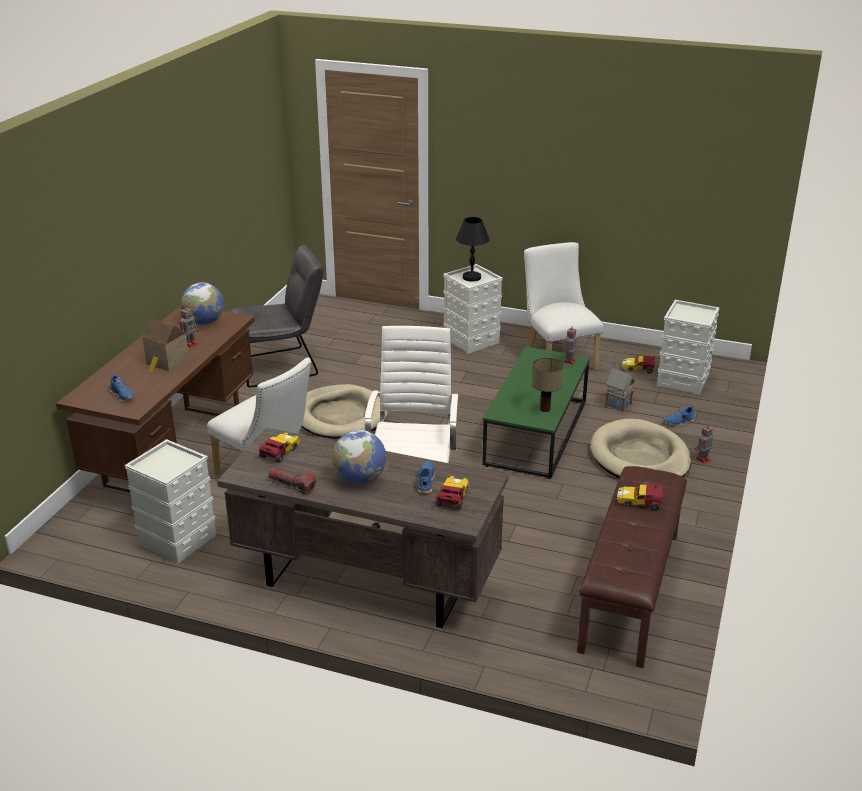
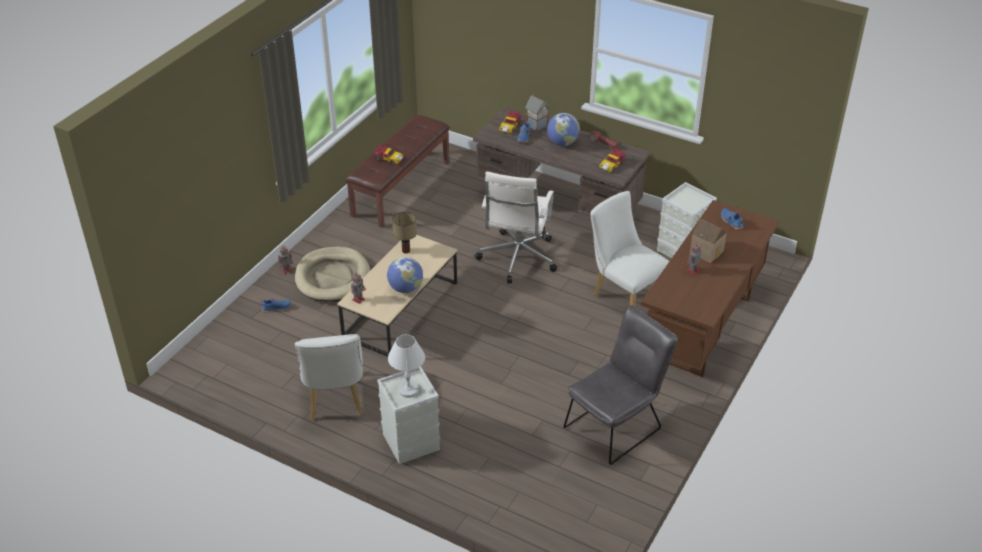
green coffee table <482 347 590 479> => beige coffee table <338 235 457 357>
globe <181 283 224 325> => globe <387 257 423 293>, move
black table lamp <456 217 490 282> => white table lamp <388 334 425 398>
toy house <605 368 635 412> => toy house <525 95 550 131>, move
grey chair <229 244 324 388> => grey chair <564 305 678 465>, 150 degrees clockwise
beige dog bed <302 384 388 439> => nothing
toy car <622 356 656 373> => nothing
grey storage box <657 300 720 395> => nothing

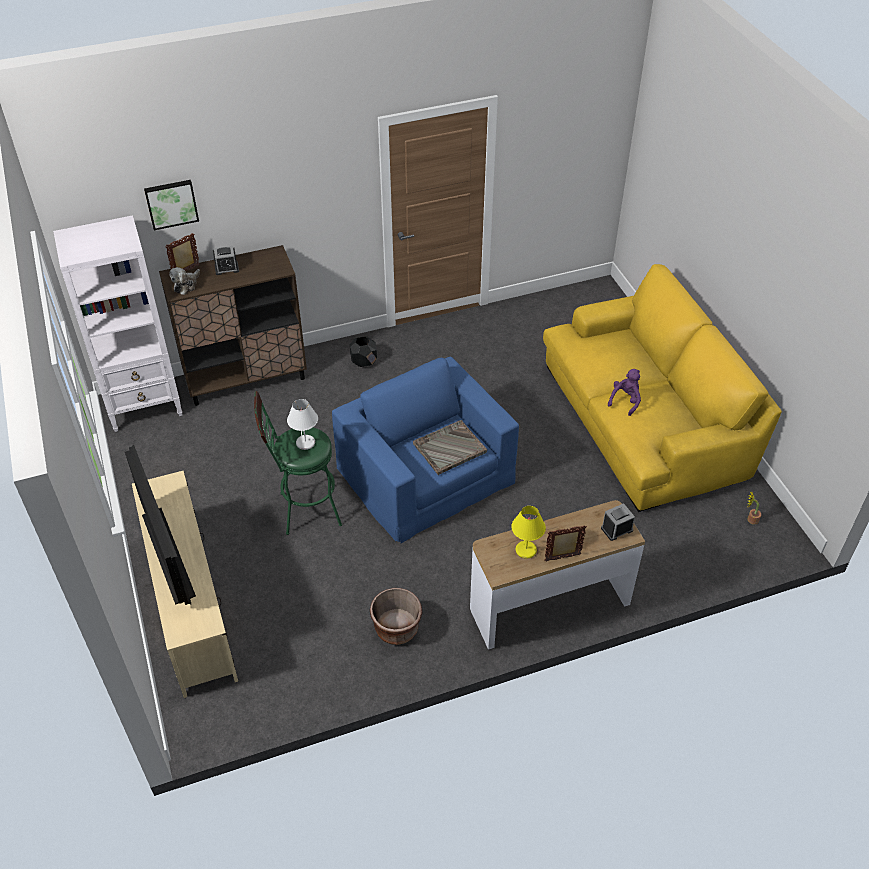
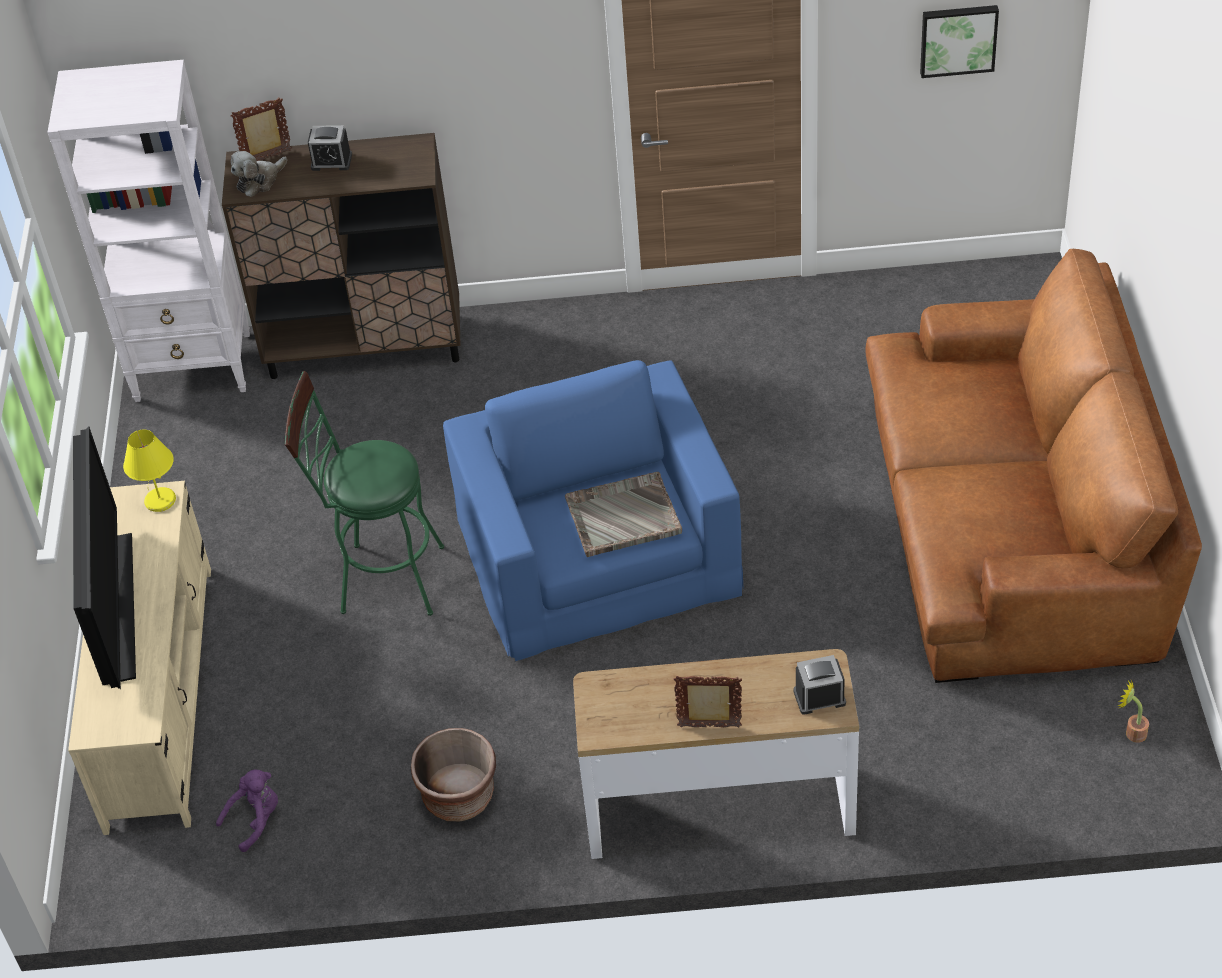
yellow table lamp <511 506 546 559> => yellow table lamp <123 429 176 512>, move
purple plush toy <608 369 641 416> => purple plush toy <216 770 278 852>, move
yellow sofa <543 264 782 512> => brown sofa <865 249 1202 683>
picture <144 180 199 230> => picture <920 5 999 78>, move
white table lamp <287 399 318 450> => nothing
black planter <350 336 377 367> => nothing

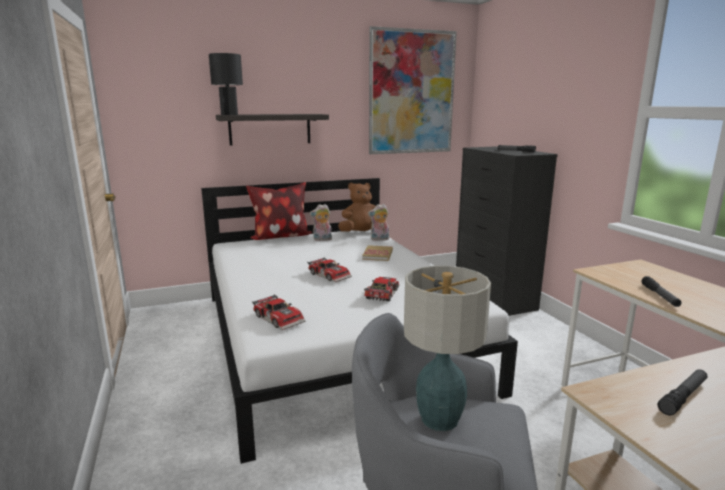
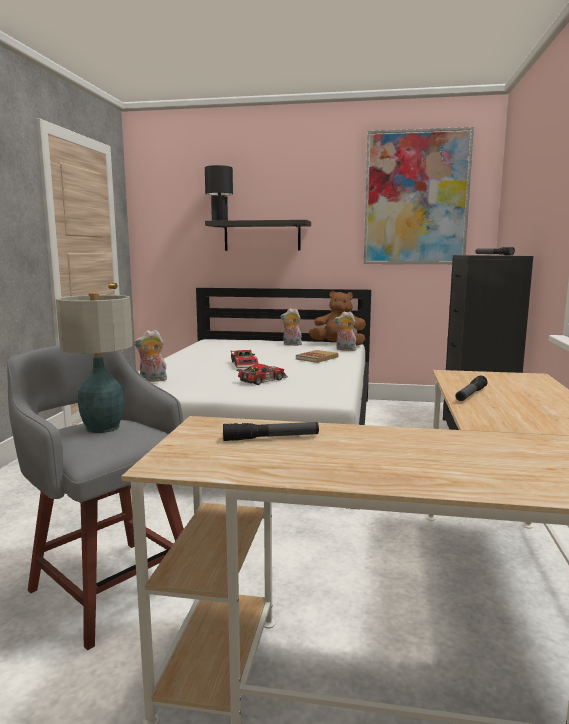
toy car <252 294 305 330> => plush toy <134 330 169 382>
pillow <246 182 312 240> => nothing

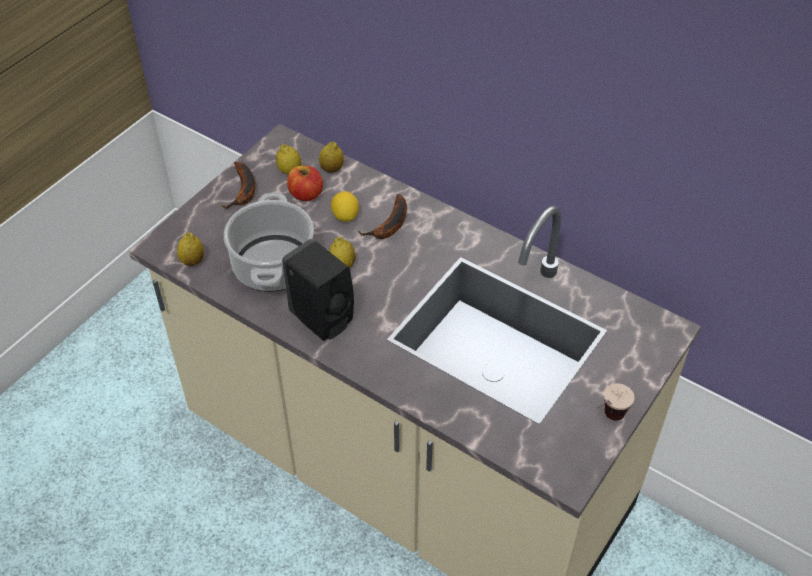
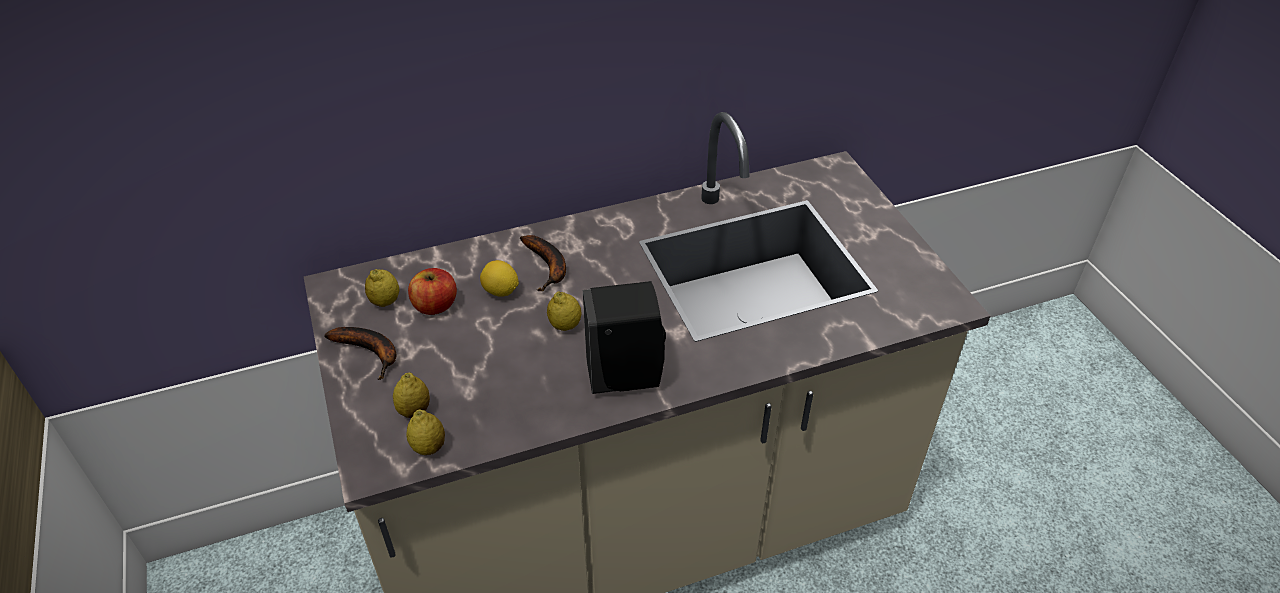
lemon <319 142 344 173> => lemon <393 373 430 418>, move
cooking pot <224 192 314 292> => nothing
cup <597 383 635 421> => nothing

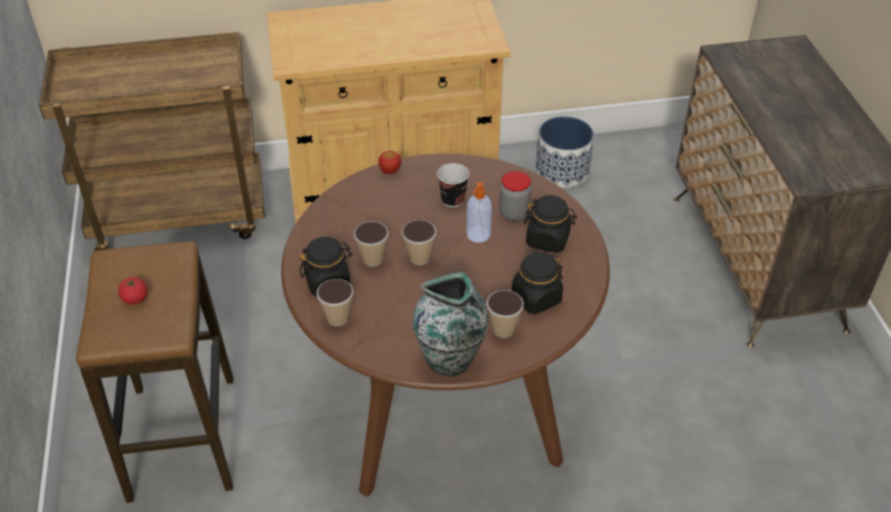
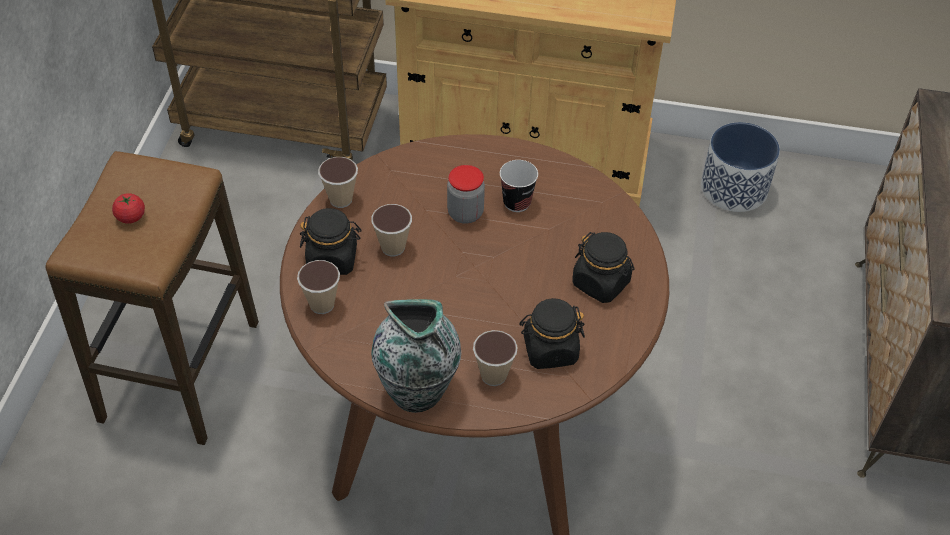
cup <402 220 436 265> => cup <318 157 358 208>, move
jar <499 171 531 221> => jar <447 165 485 224>, move
apple <378 151 401 174> => nothing
soap dispenser <466 182 492 243> => nothing

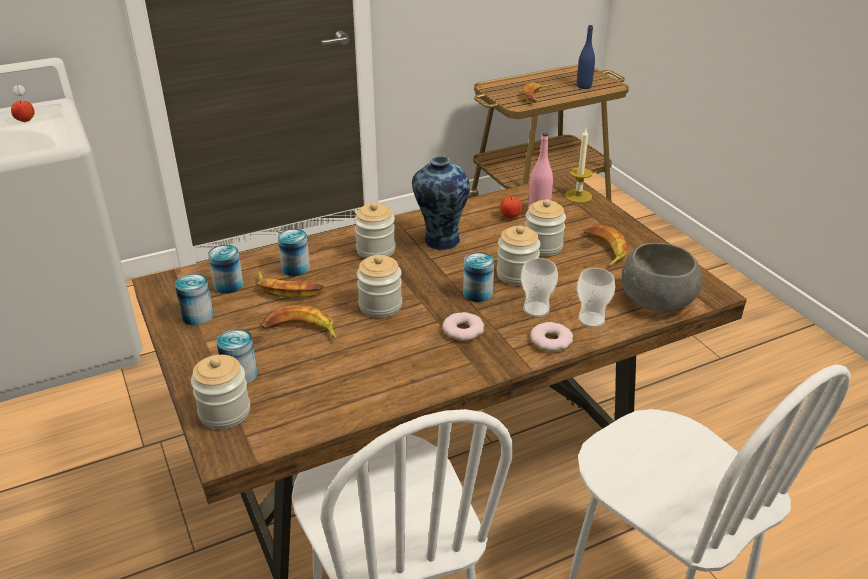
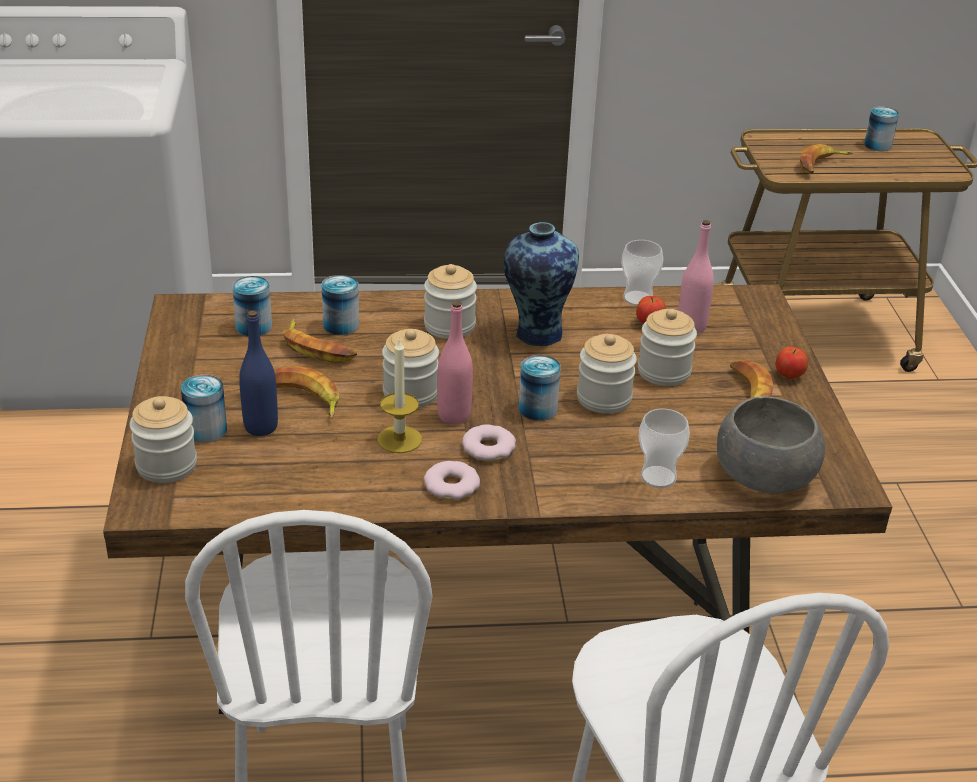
blue bottle <577 25 595 89> => blue bottle <239 310 278 436>, move
candle <565 129 593 203> => candle <377 338 422 453>, move
donut <530 322 573 352> => donut <424 461 480 500>, move
nothing => pink bottle <437 301 473 424>
cup <521 258 558 317> => cup <621 240 663 306>, move
apple <11 101 35 122> => apple <776 346 808 379>, move
can <175 274 214 325> => can <864 107 899 151>, move

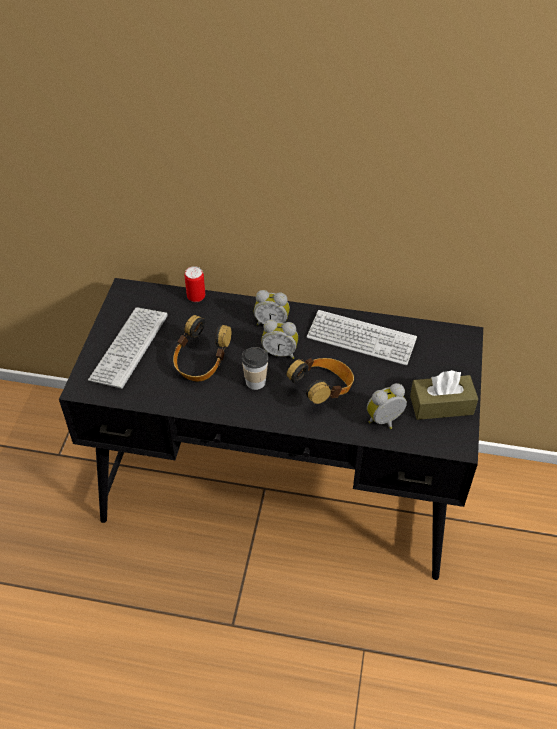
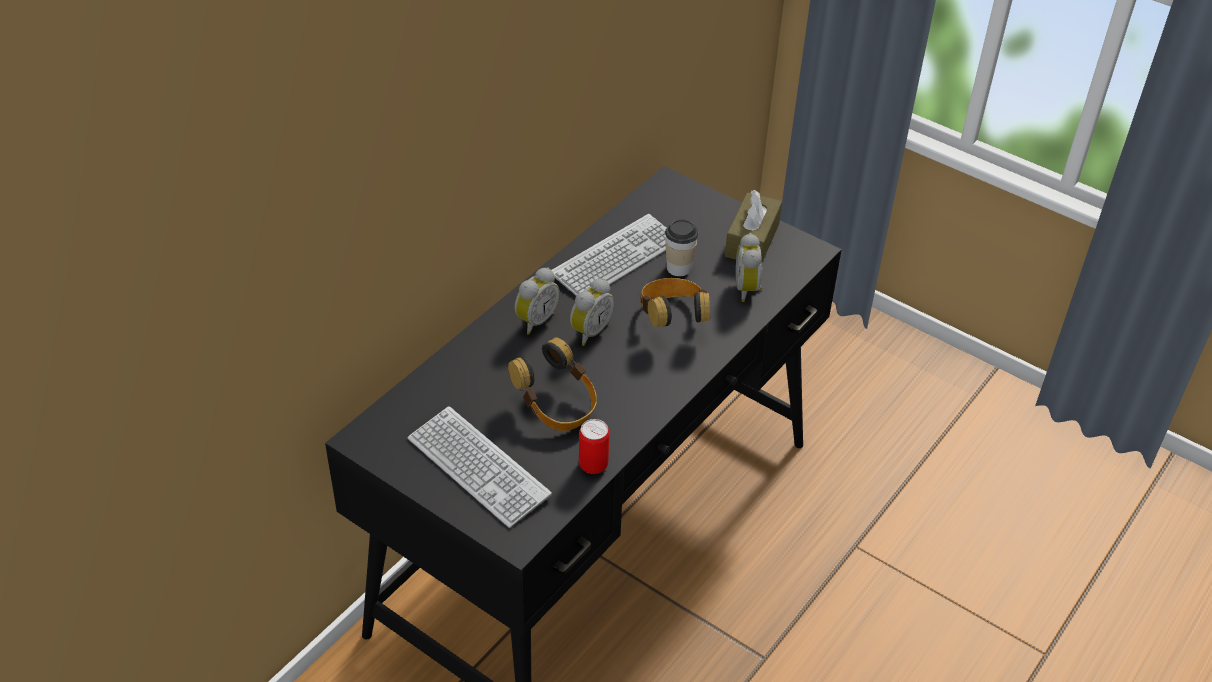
can <184 266 205 302> => can <579 419 609 474>, move
cup <242 347 269 390> => cup <665 219 699 276>, move

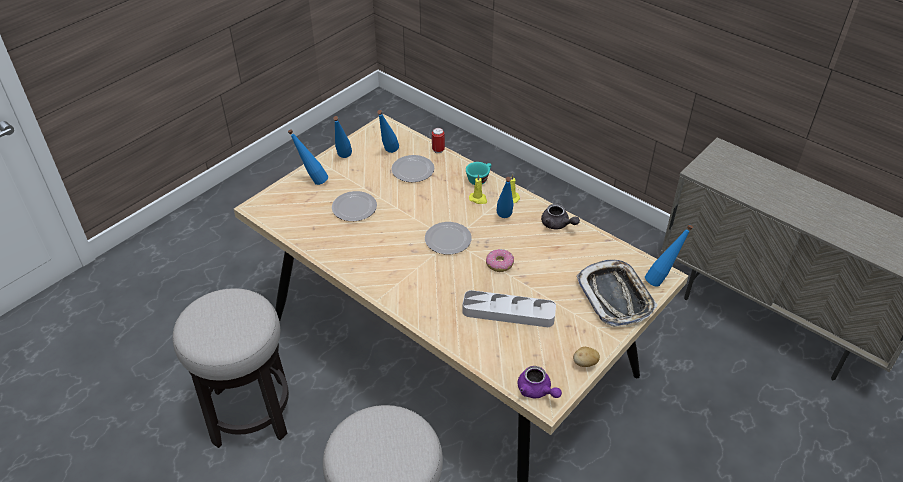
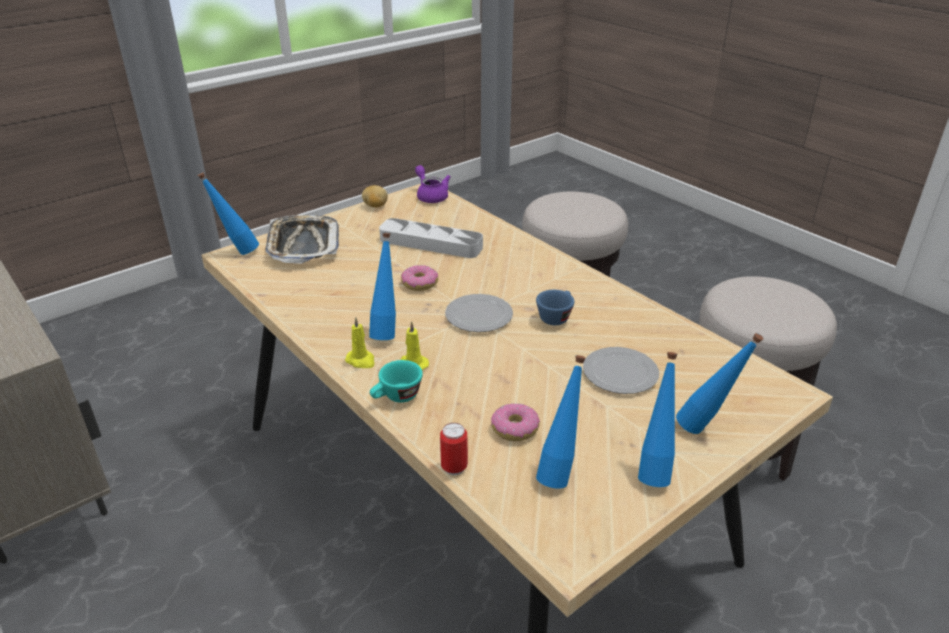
plate <391 155 434 182> => donut <491 404 540 441>
nothing => blue cup <536 290 574 325>
grey teapot <541 204 580 230> => nothing

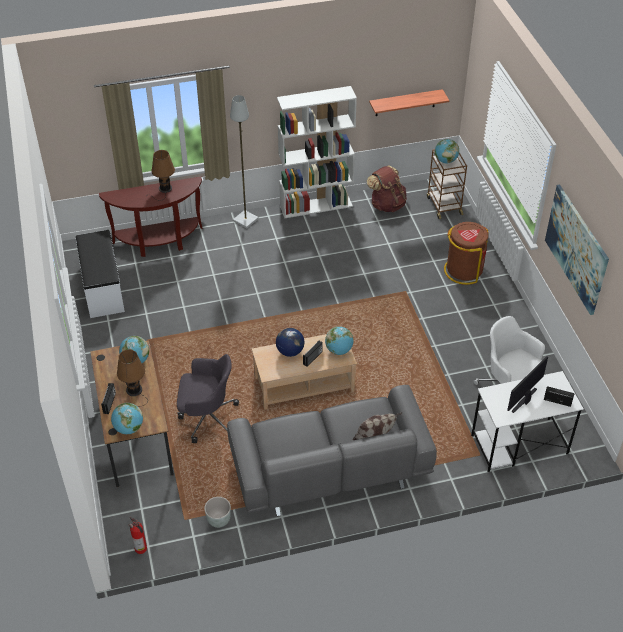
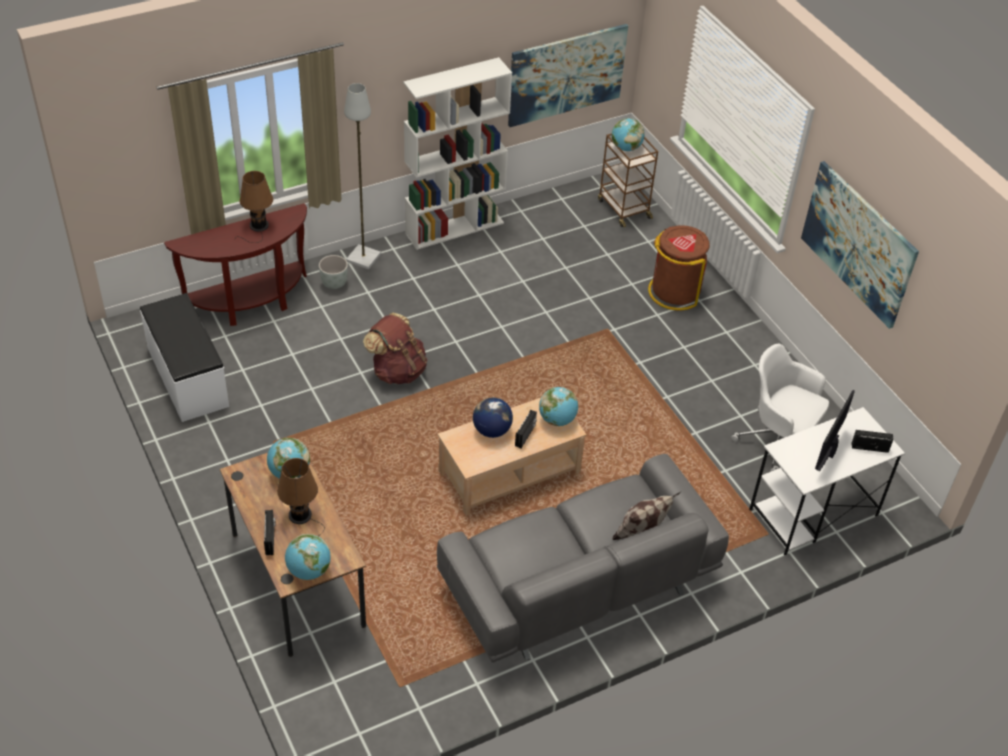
grey planter <204 497 231 528> => grey planter <319 255 348 289>, move
brown backpack <367 165 407 212> => brown backpack <363 312 428 384>, move
shelf <369 89 449 116> => picture <508 24 628 127>
fire extinguisher <129 517 147 554> => nothing
grey office chair <177 354 239 443> => nothing

